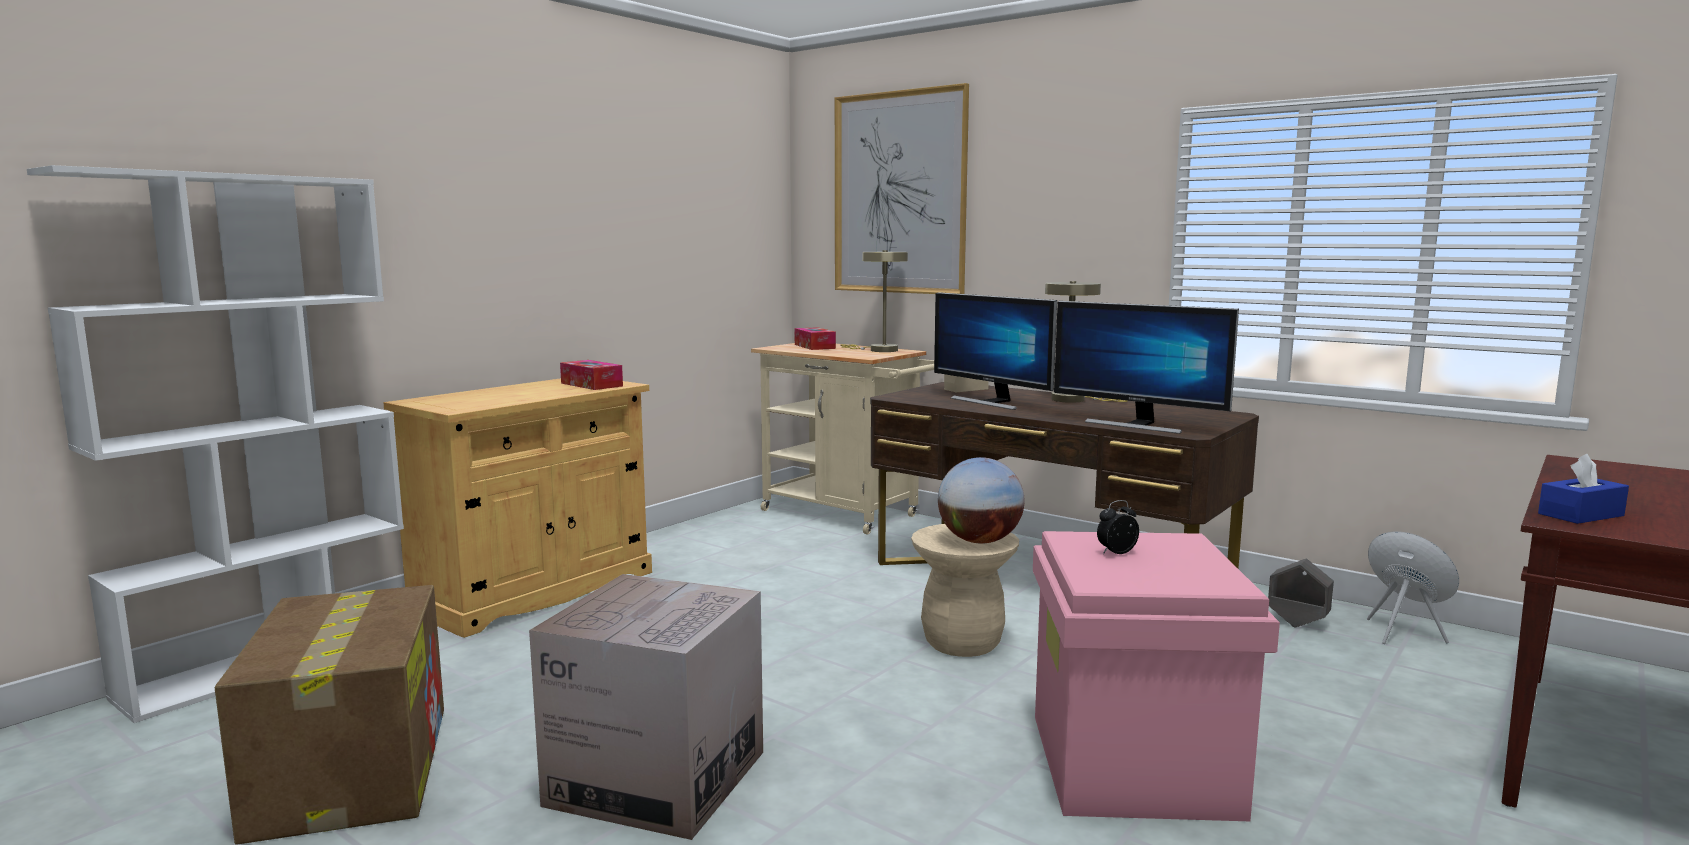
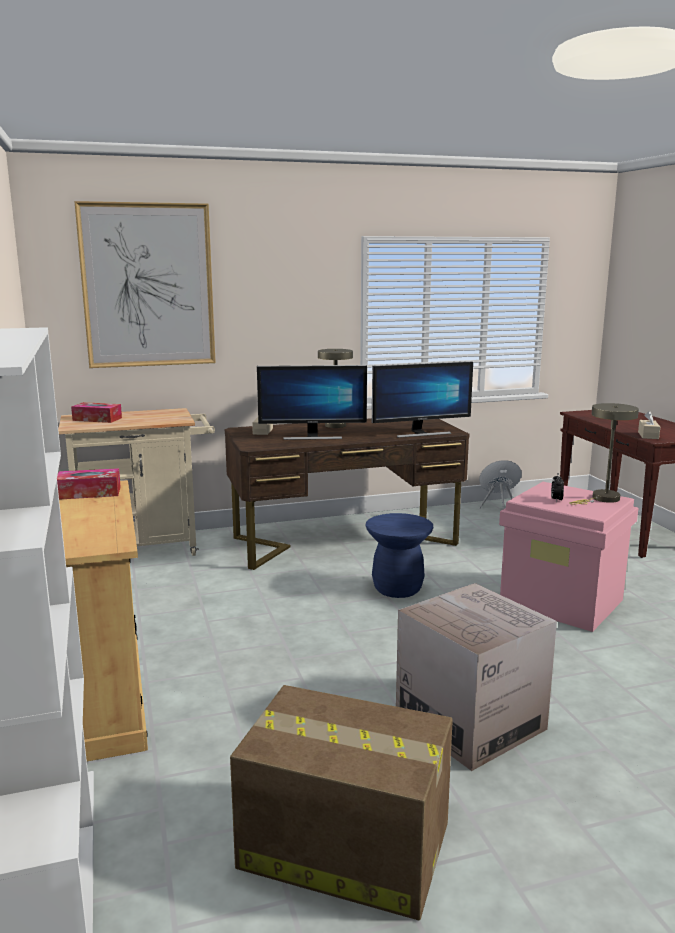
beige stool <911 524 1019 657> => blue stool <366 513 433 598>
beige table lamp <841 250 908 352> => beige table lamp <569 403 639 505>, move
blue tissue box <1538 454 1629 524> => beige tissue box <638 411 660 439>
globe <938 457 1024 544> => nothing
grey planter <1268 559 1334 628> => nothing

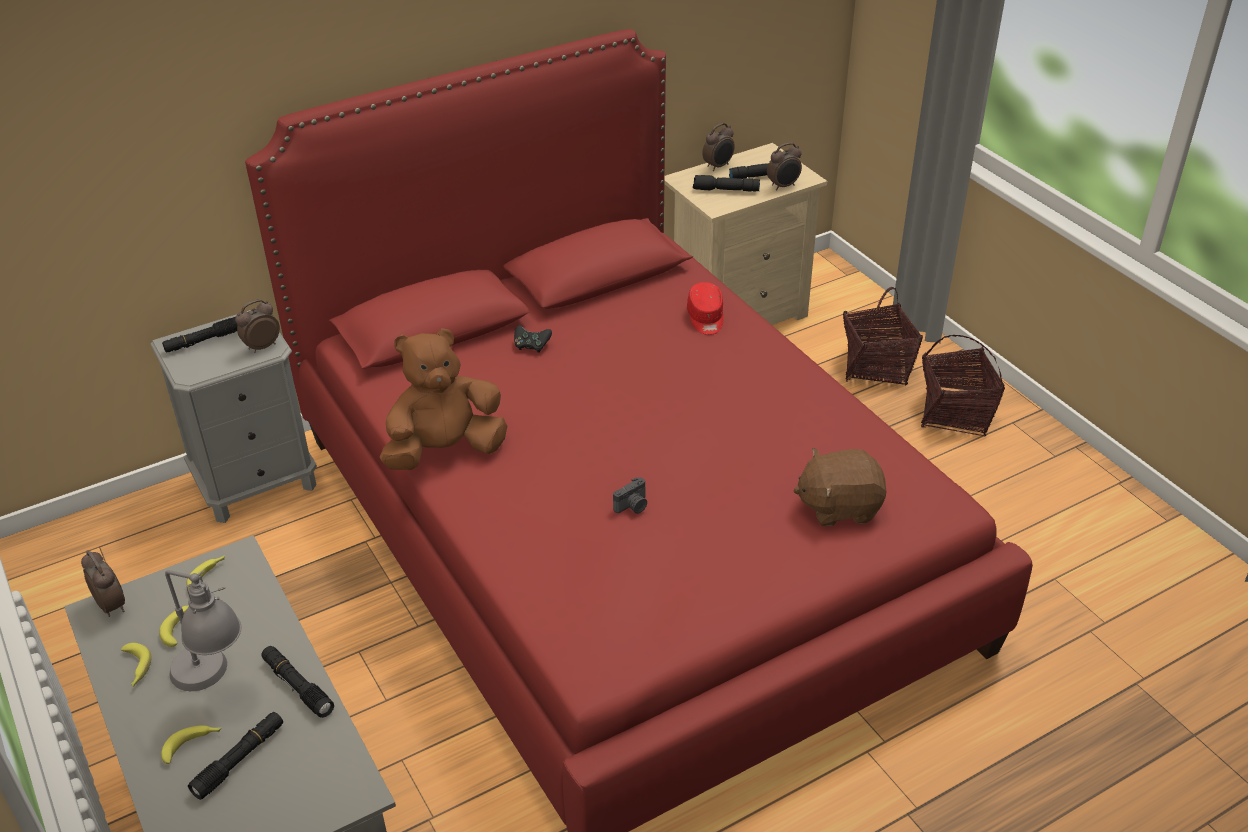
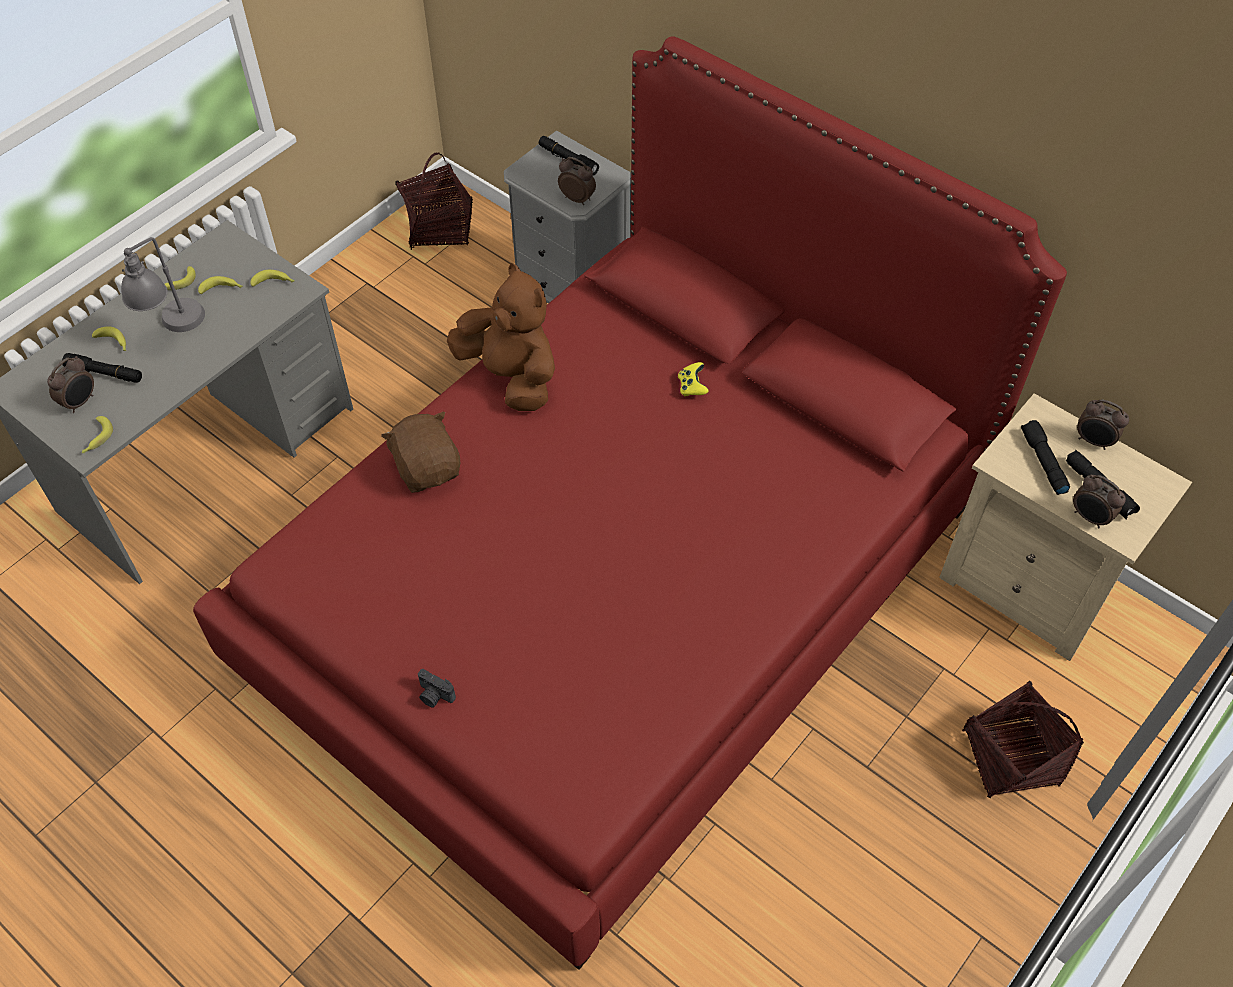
alarm clock <81 550 125 617> => alarm clock <47 356 94 413>, move
nothing => banana <82 416 113 453>
brown plush toy <794 448 887 526> => brown plush toy <381 411 460 493>, move
basket <921 335 1005 436> => basket <395 152 473 250>, move
photo camera <613 477 647 514> => photo camera <418 669 456 708>, move
black game controller <514 325 552 353> => yellow game controller <678 362 709 396>
black flashlight <261 646 334 718> => nothing
red cap <687 282 724 335> => nothing

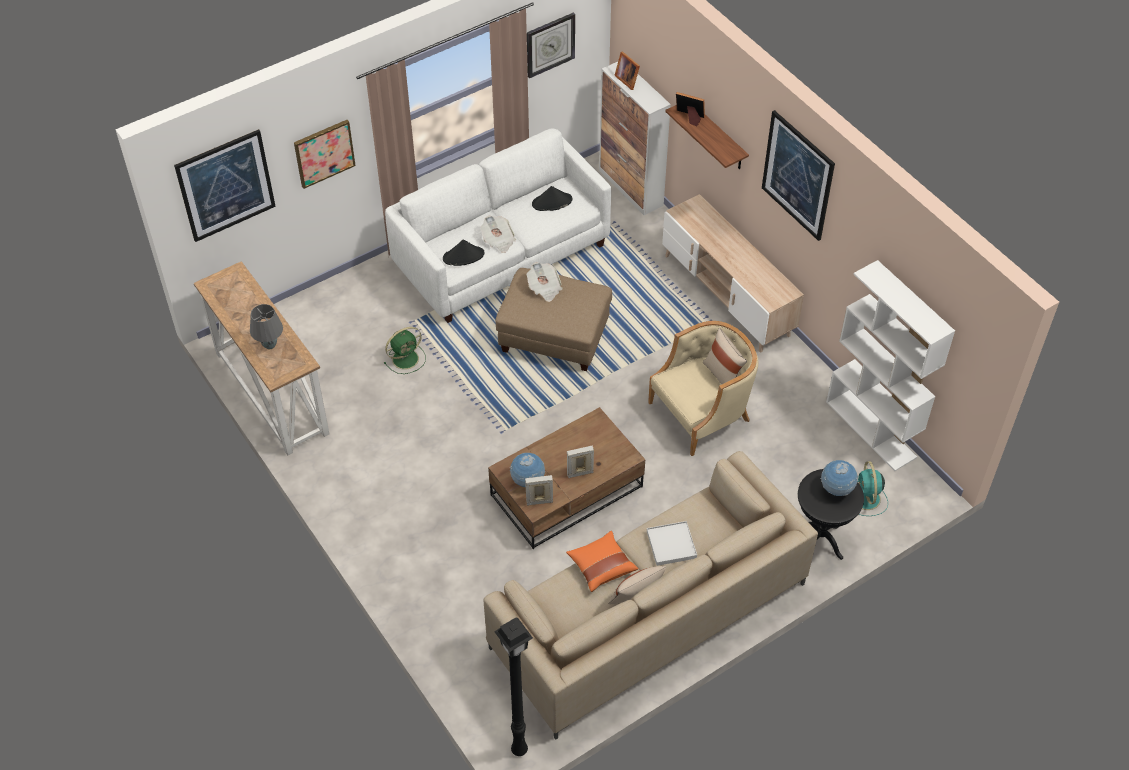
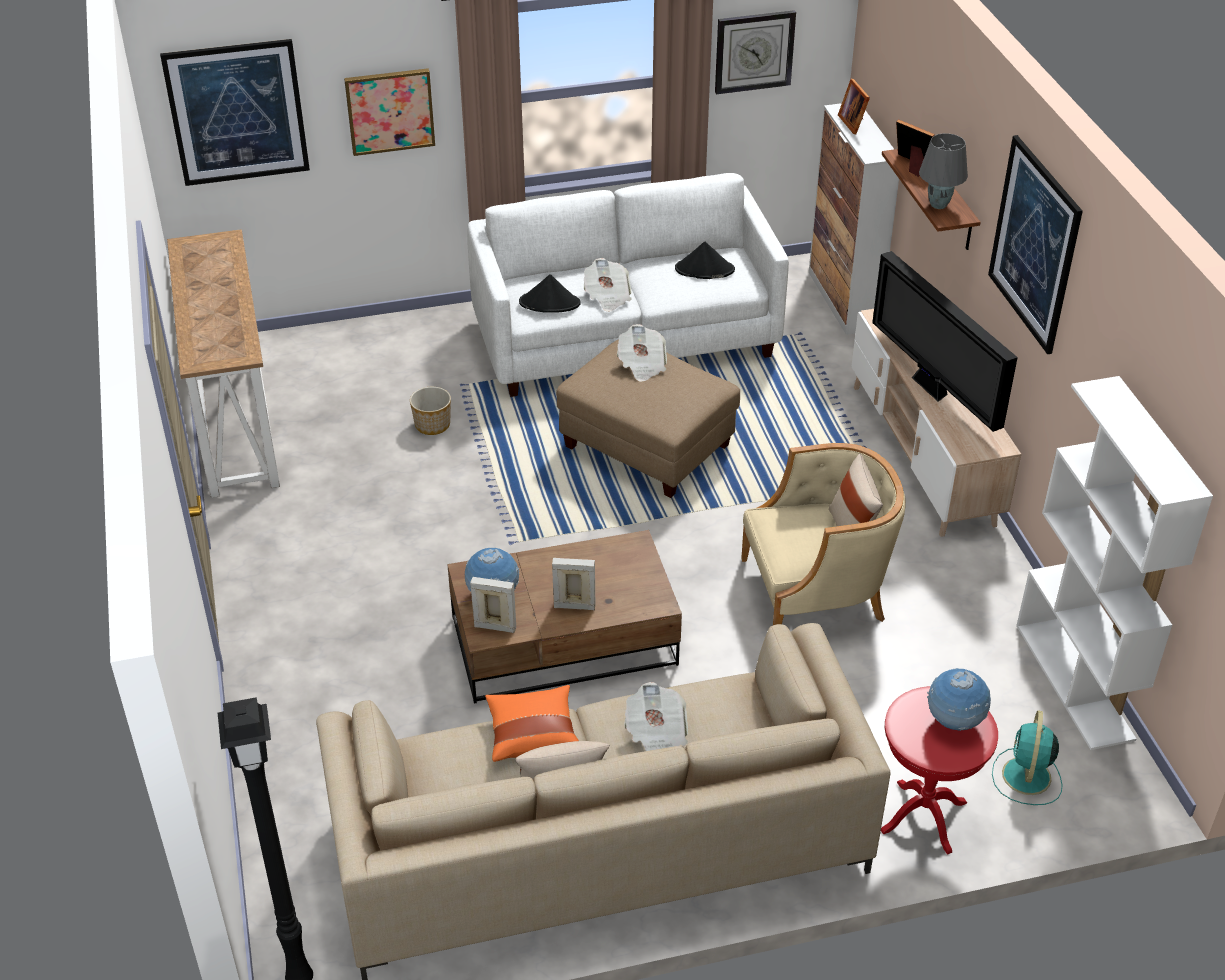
green fan <384 327 426 374> => planter <410 387 451 435>
white tray <647 521 697 566> => newspaper <624 682 688 751>
nothing => television <872 251 1018 432>
black side table <798 469 864 560> => red side table <881 686 998 854>
grey table lamp <250 304 283 349> => grey table lamp <919 133 968 209>, move

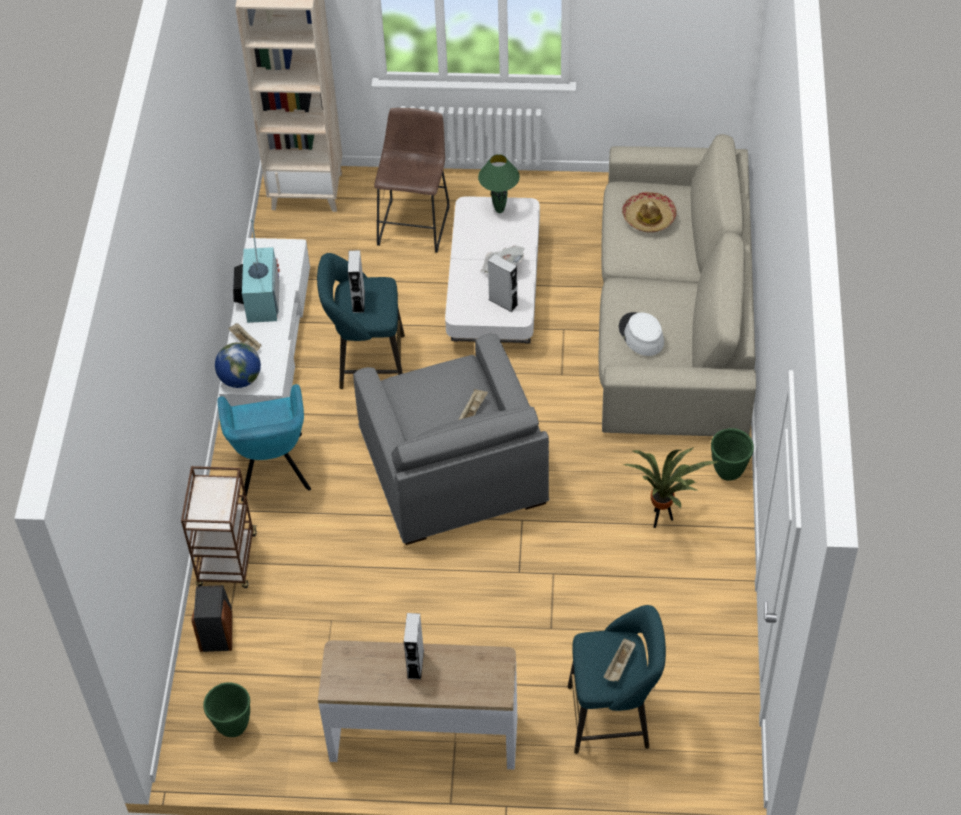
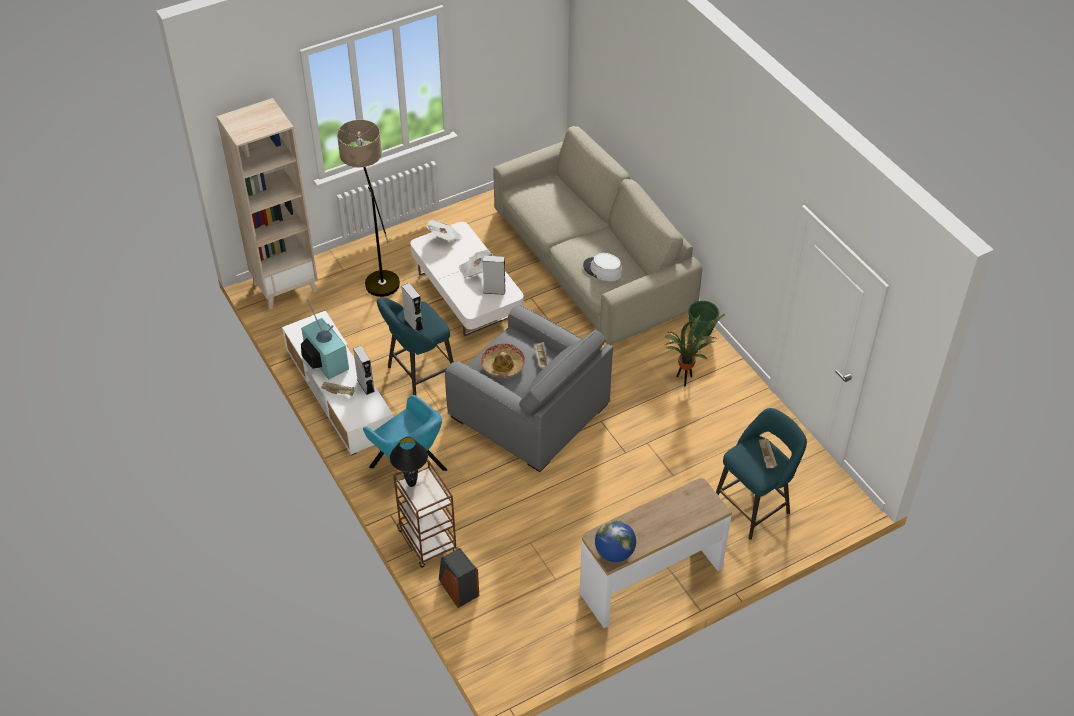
brown stool <374 108 450 253> => floor lamp <337 120 400 297>
grey speaker <404 613 424 679> => grey speaker <353 346 375 395>, move
nothing => black table lamp <390 437 428 487>
green table lamp <478 154 520 213> => newspaper <426 220 462 241>
hat <622 192 677 233> => hat <481 344 525 377>, move
globe <215 342 261 388> => globe <595 521 636 562>, move
green planter <203 682 250 737> => nothing

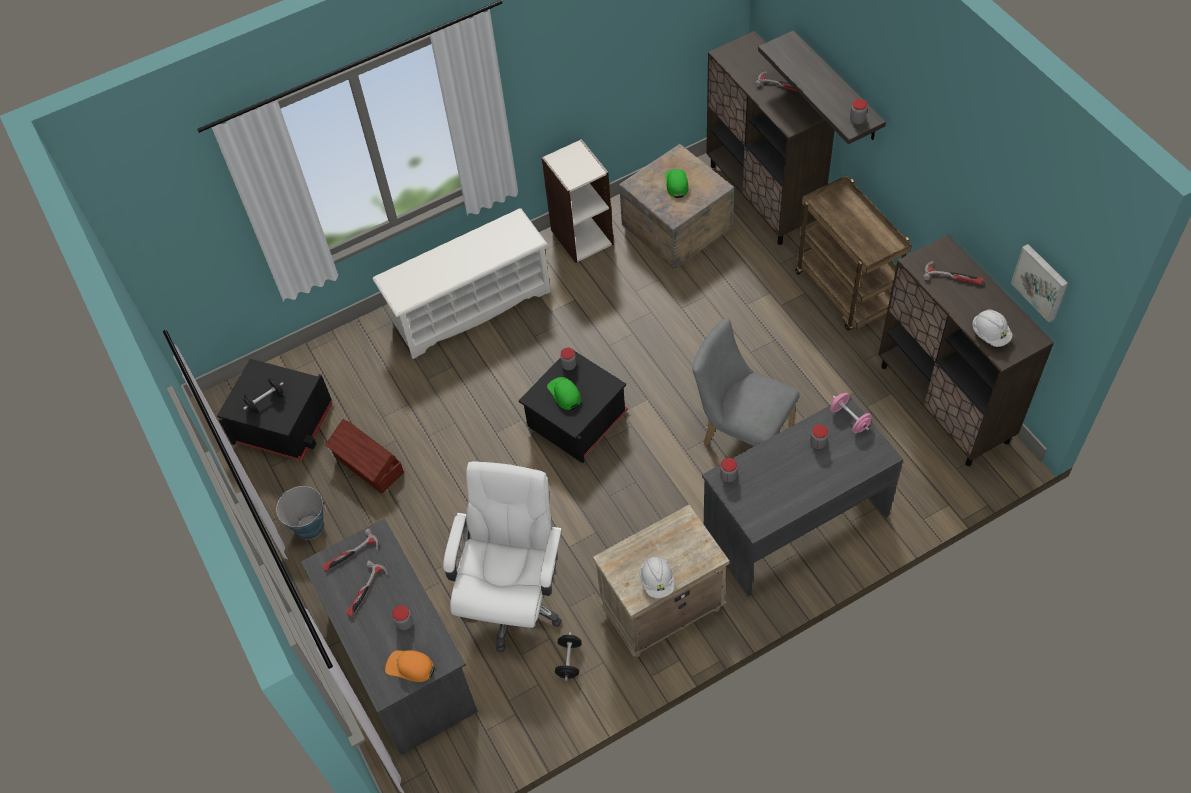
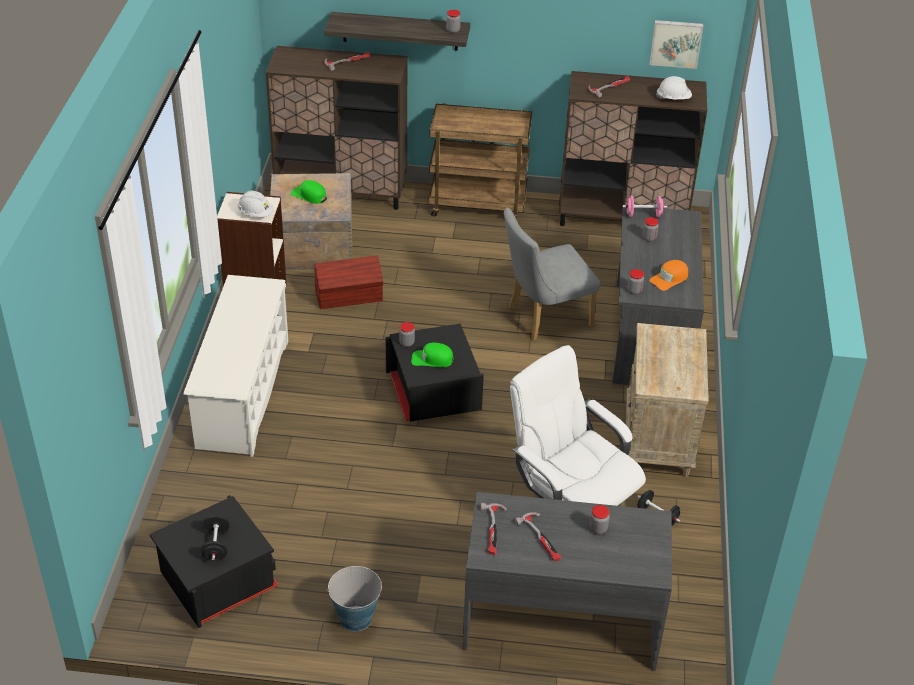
white hard hat <640 557 674 598> => white hard hat <237 190 274 217>, move
brown storage box <325 419 404 494> => brown storage box <314 255 383 309>, move
orange cap <385 650 435 682> => orange cap <650 260 688 291>, move

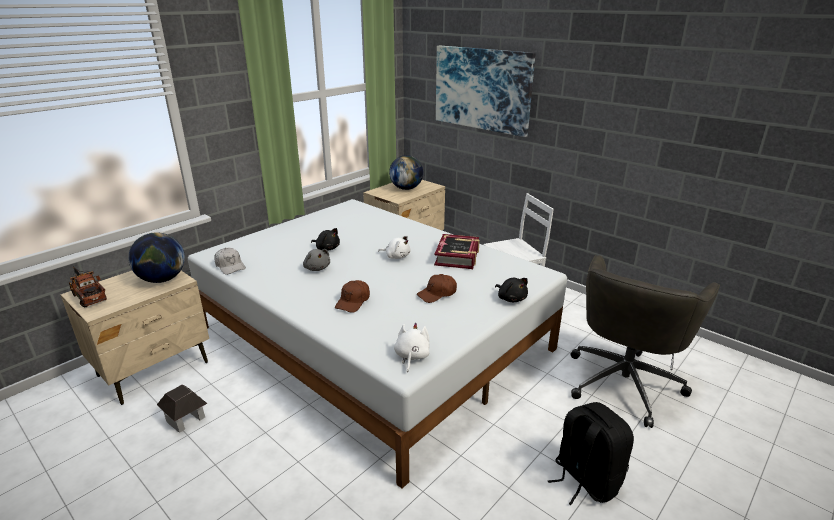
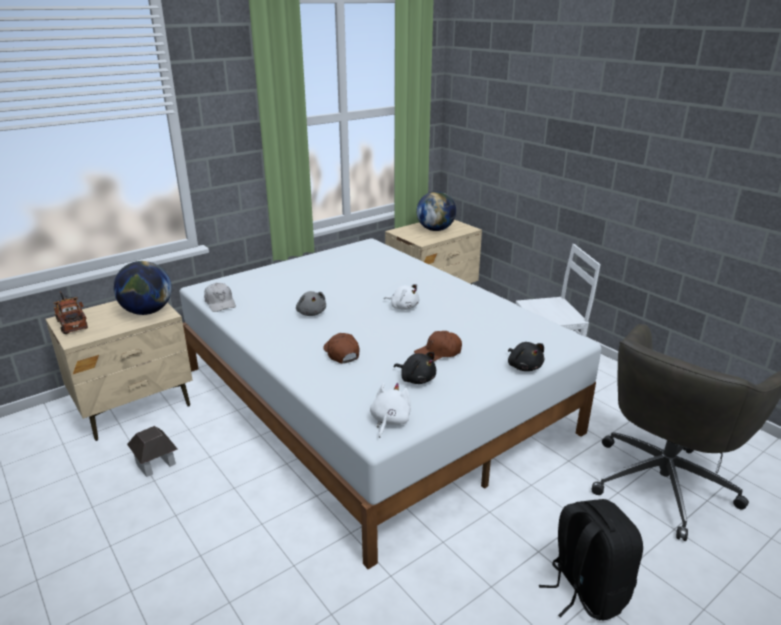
brown cap <335 280 370 313> => brown cap <323 333 360 364>, 120 degrees clockwise
black plush toy <311 228 340 251> => black plush toy <394 352 436 384>, move
book <434 234 480 269> => nothing
picture <436 46 536 137> => nothing

